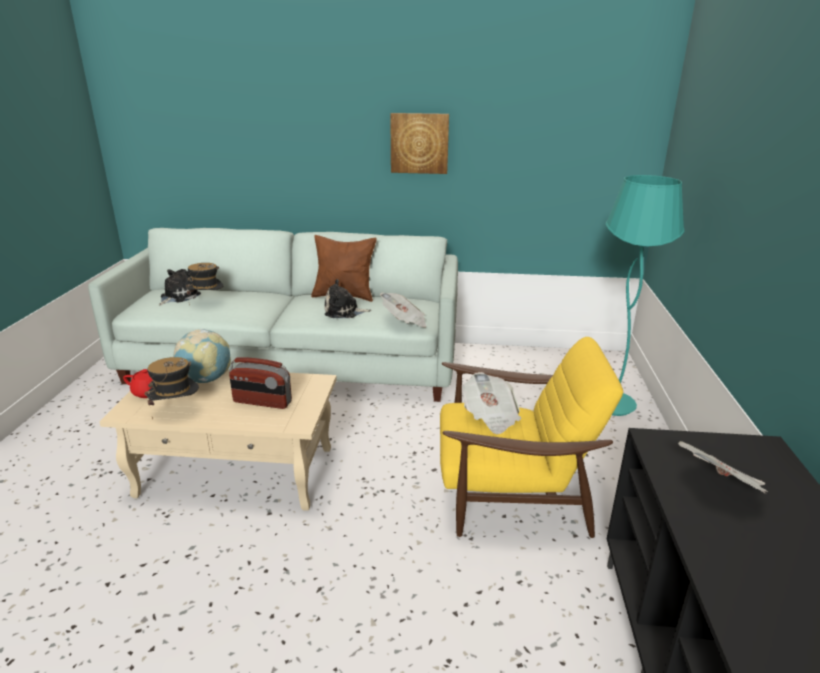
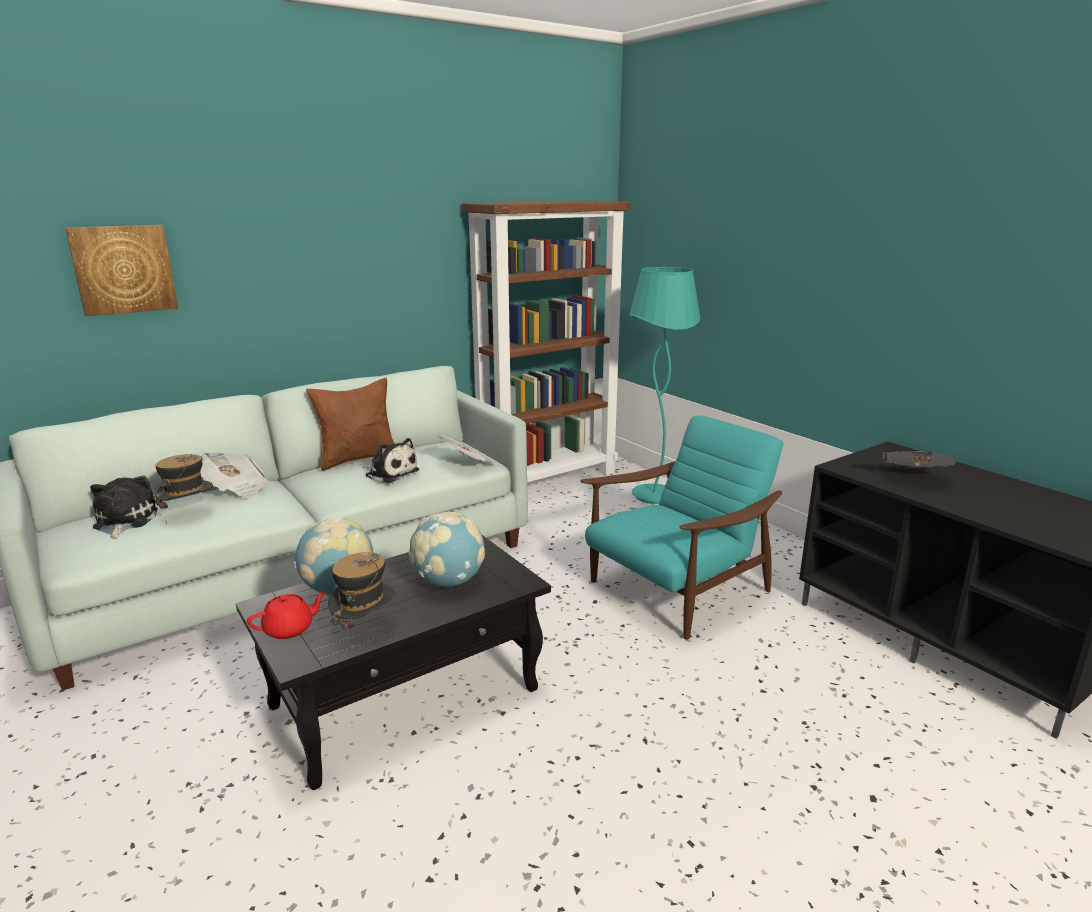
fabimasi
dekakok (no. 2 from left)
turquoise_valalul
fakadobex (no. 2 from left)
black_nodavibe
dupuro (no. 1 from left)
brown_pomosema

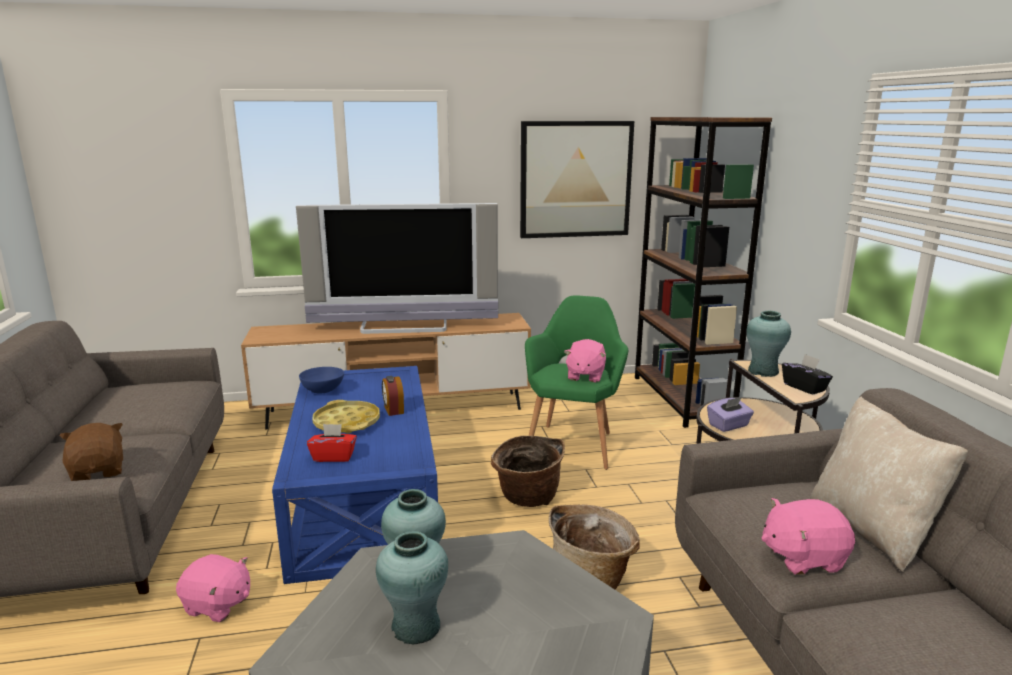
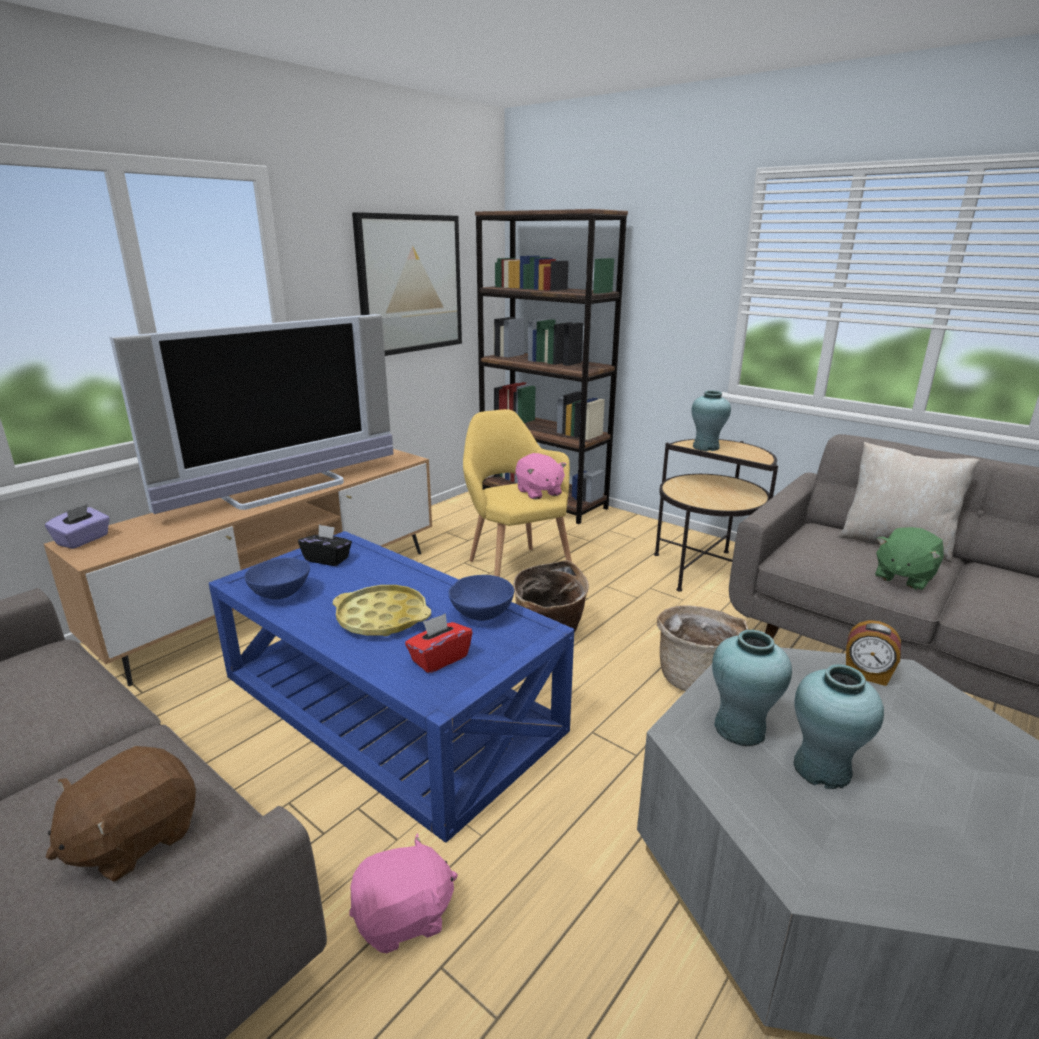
yellow_valalul
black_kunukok
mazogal
purple_kunukok
brown_dekakok
green_dekakok
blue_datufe (no. 2 from left)

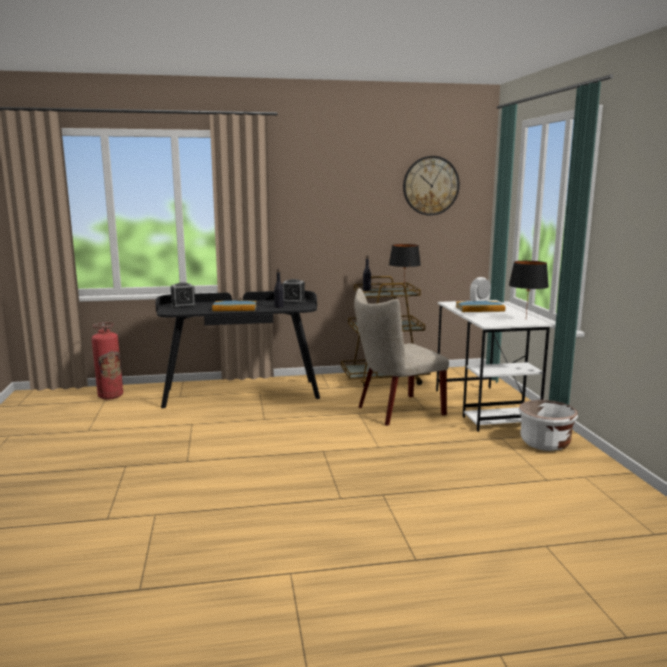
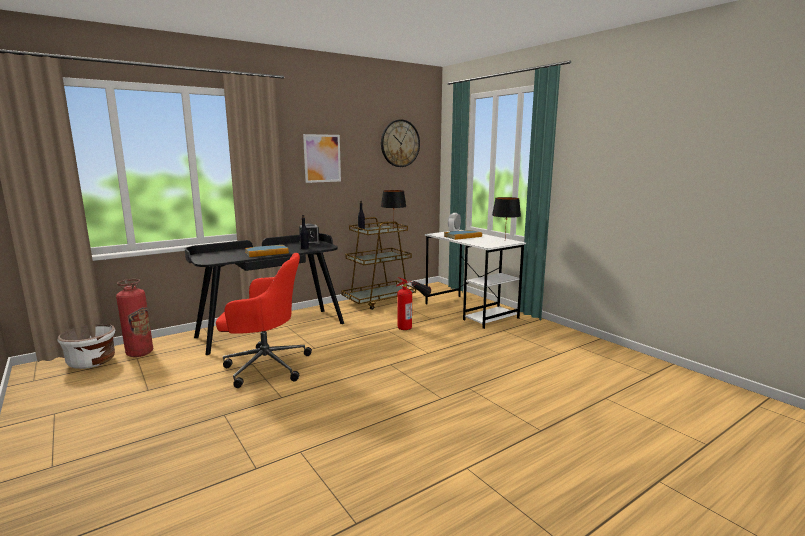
mazogal (no. 1 from left in the first image)
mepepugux (no. 2 from left)
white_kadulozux
fabimasi
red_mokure

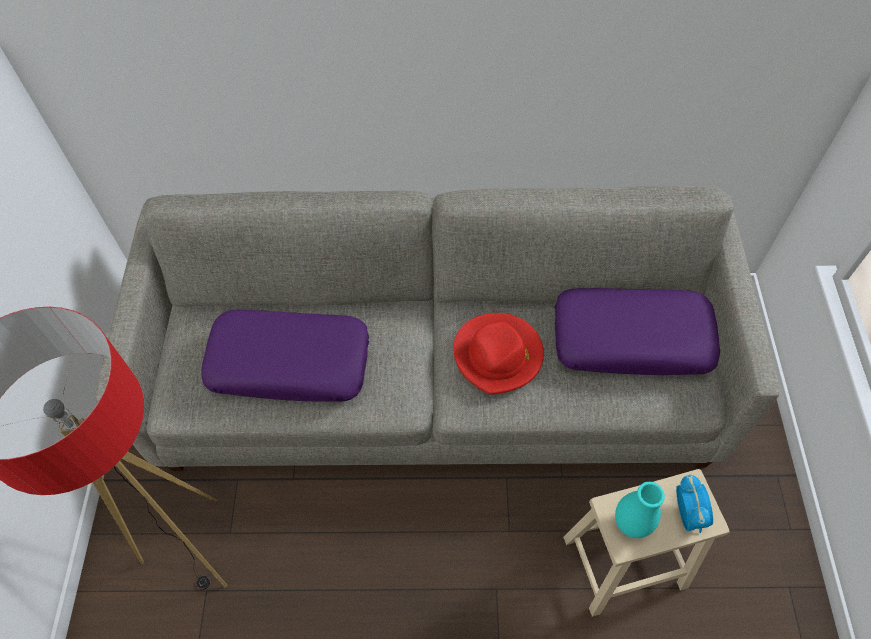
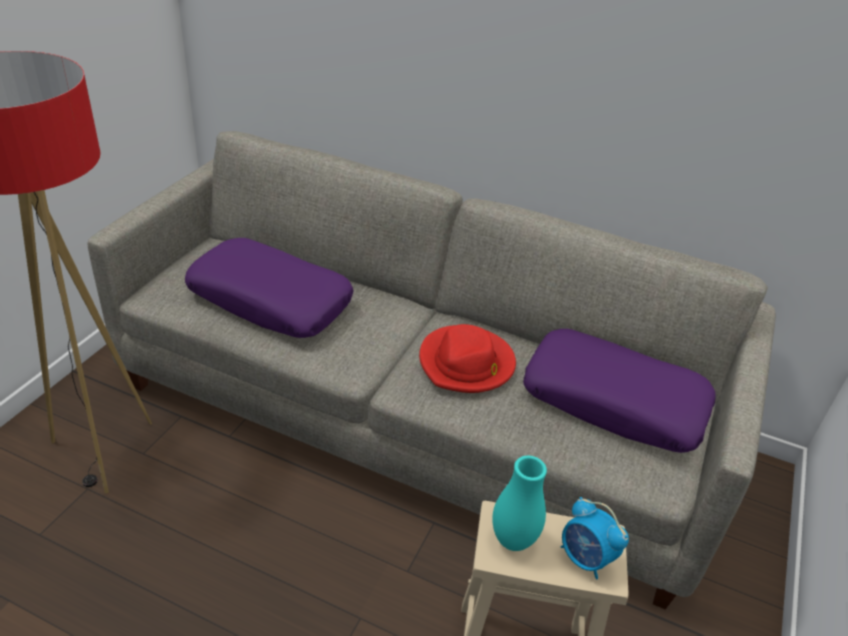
mazogal

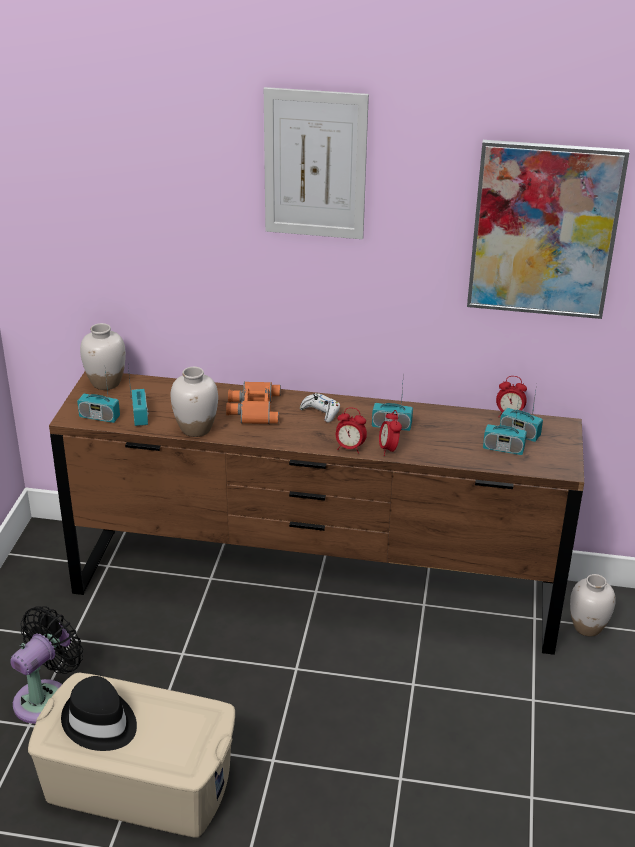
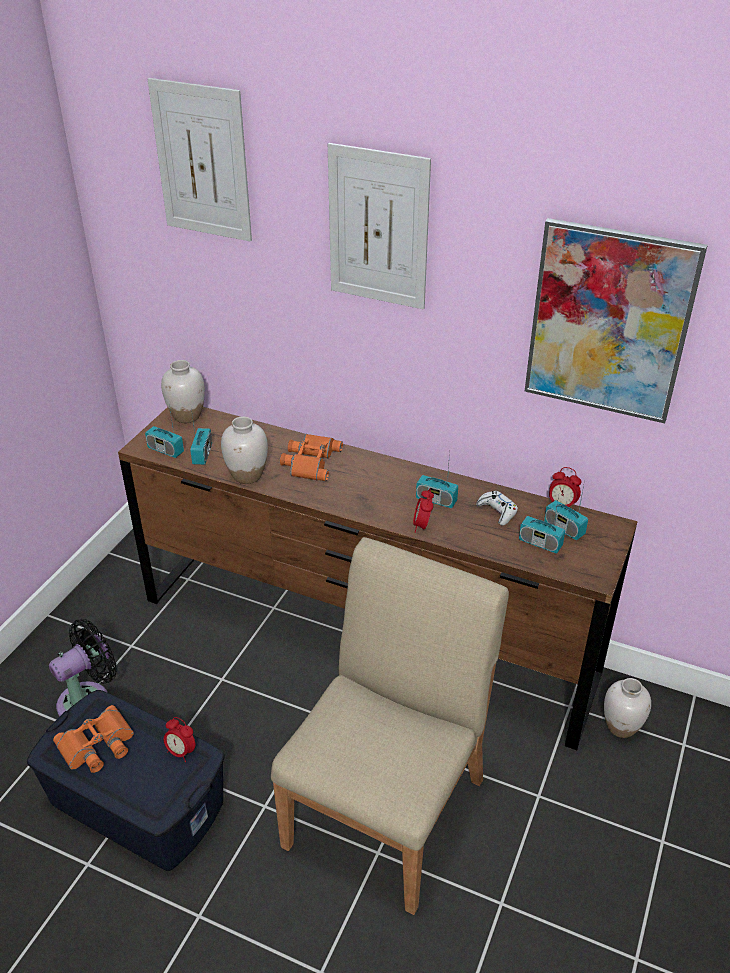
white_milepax
mazogal (no. 1 from left)
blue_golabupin
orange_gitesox (no. 1 from left)
fabimasi (no. 1 from left)
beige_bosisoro

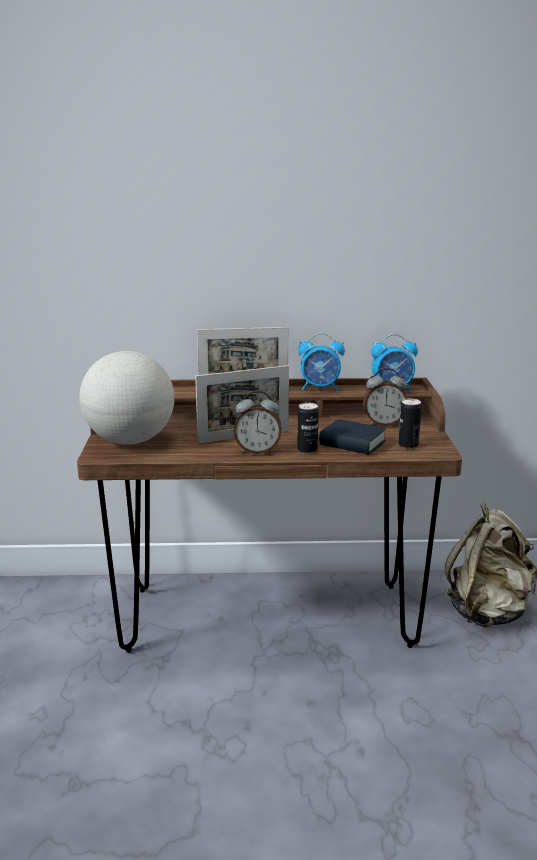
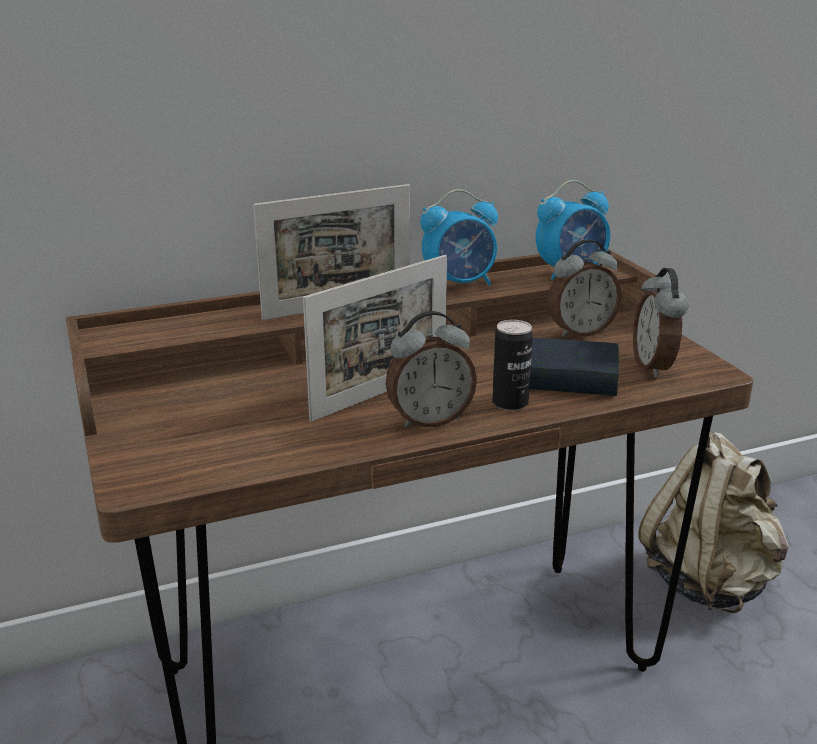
fakadobex
mazogal (no. 5 from left)

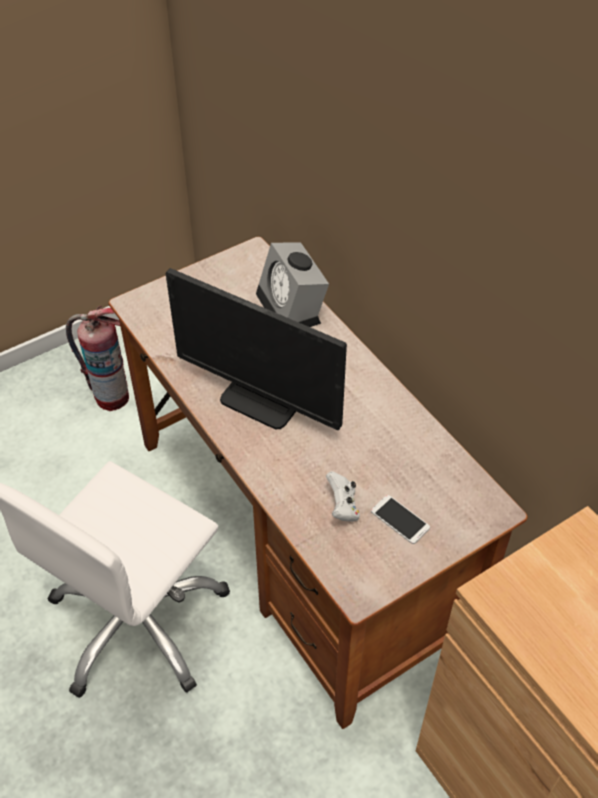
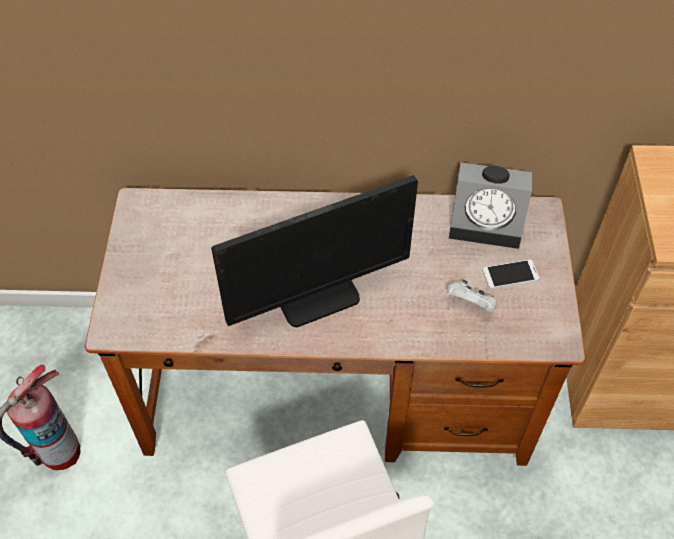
mazogal

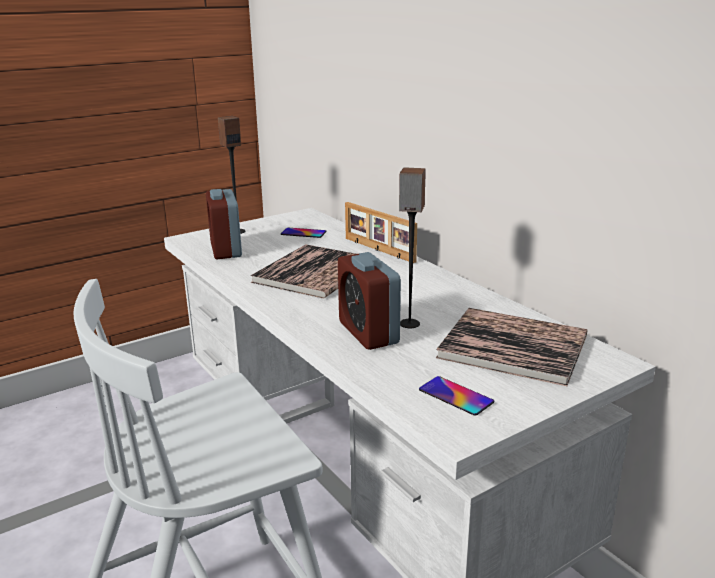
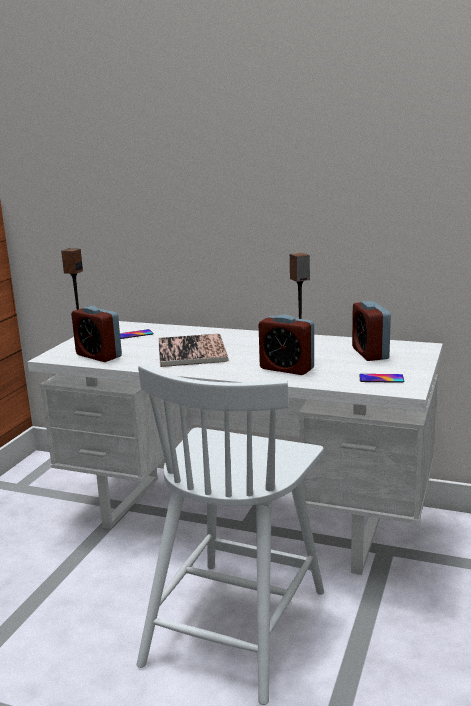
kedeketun
mazogal (no. 3 from left)

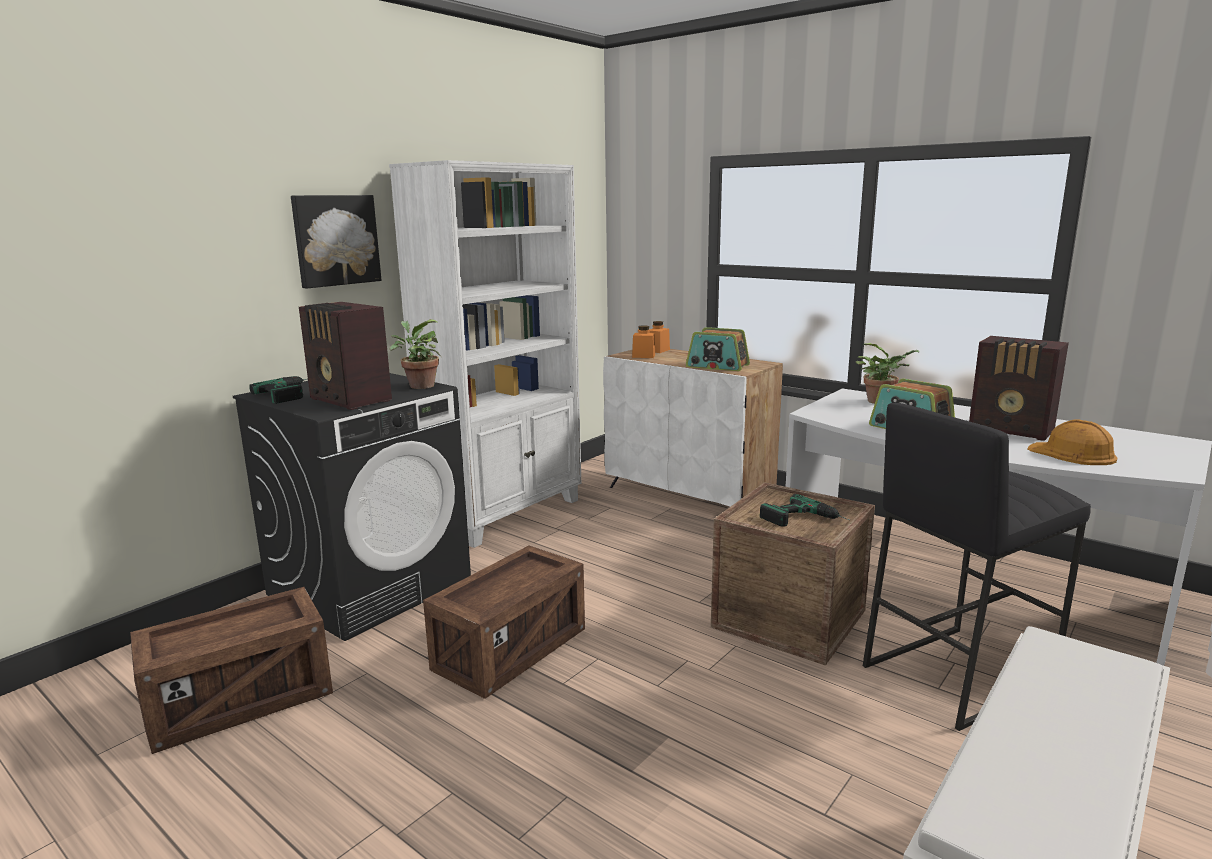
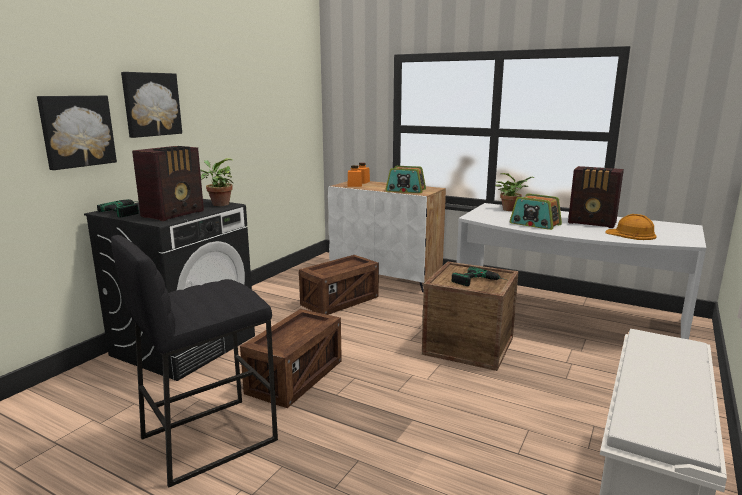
white_pomosema
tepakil (no. 1 from left)
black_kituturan
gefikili (no. 2 from left)
fabimasi (no. 1 from left)

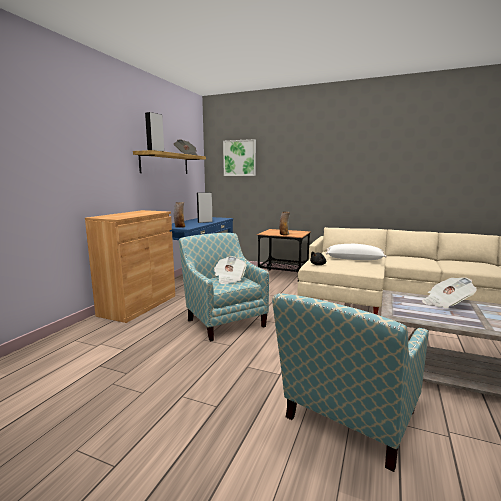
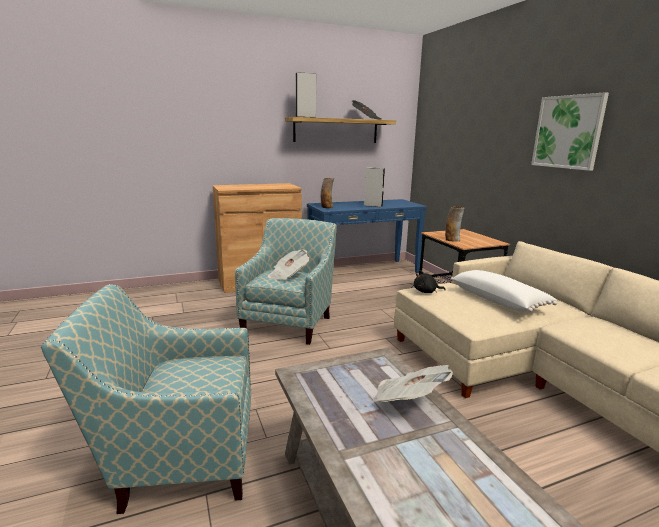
fabimasi

